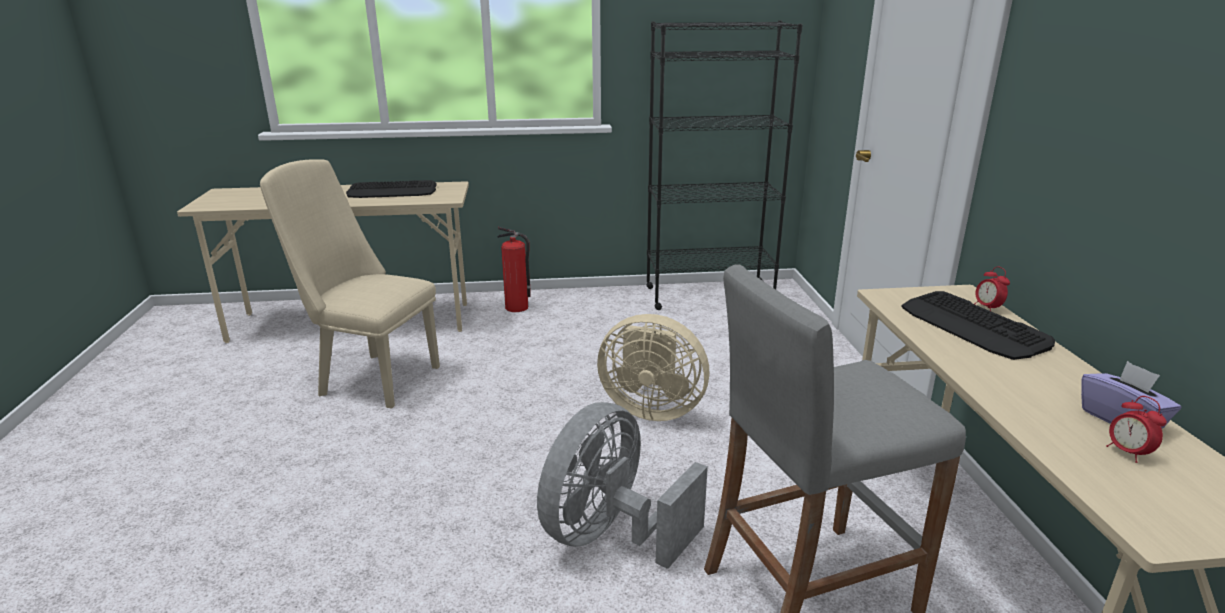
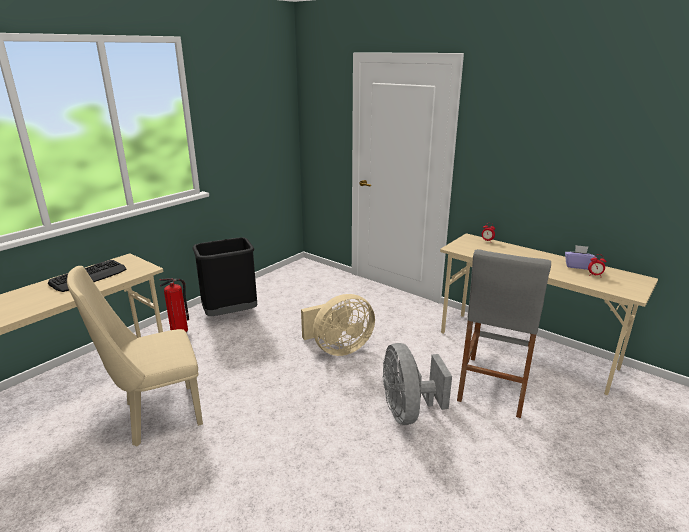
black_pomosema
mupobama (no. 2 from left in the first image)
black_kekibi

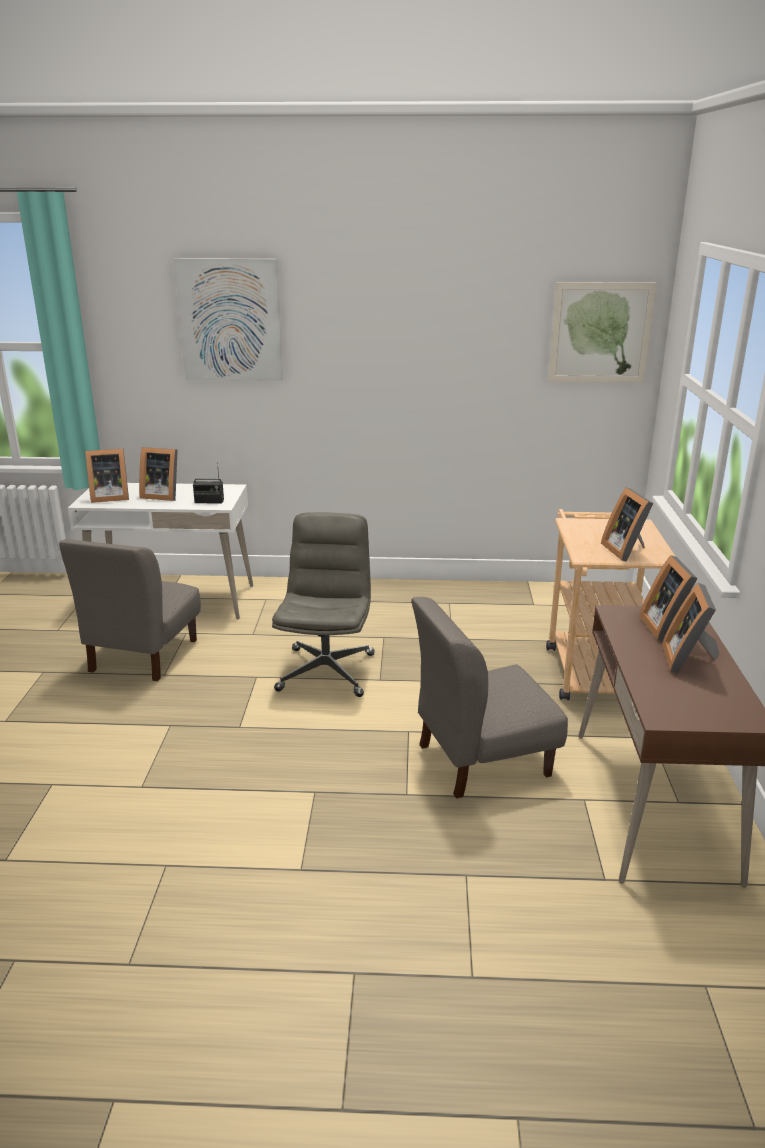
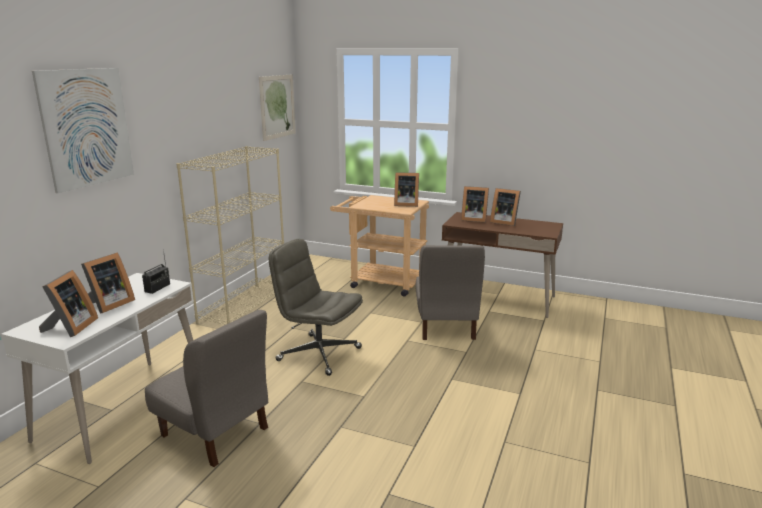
beige_pomosema

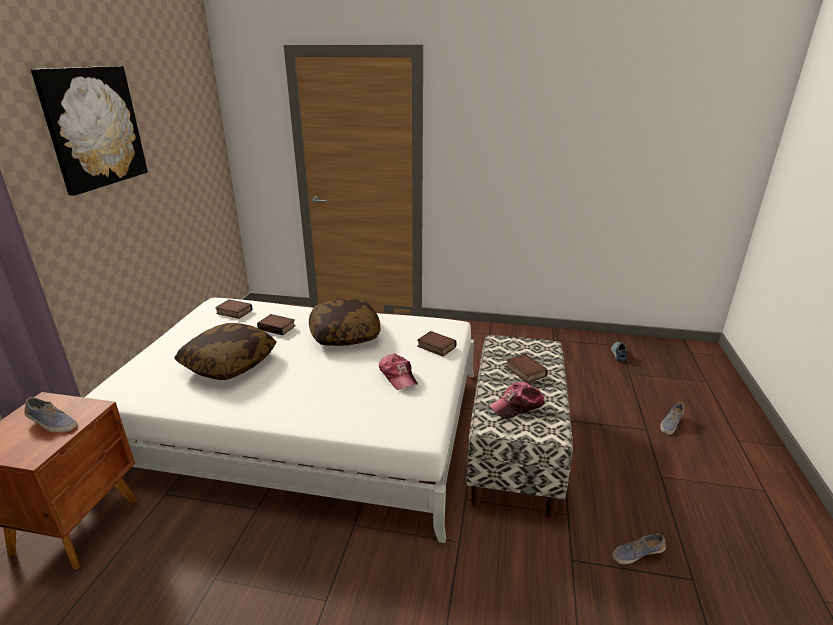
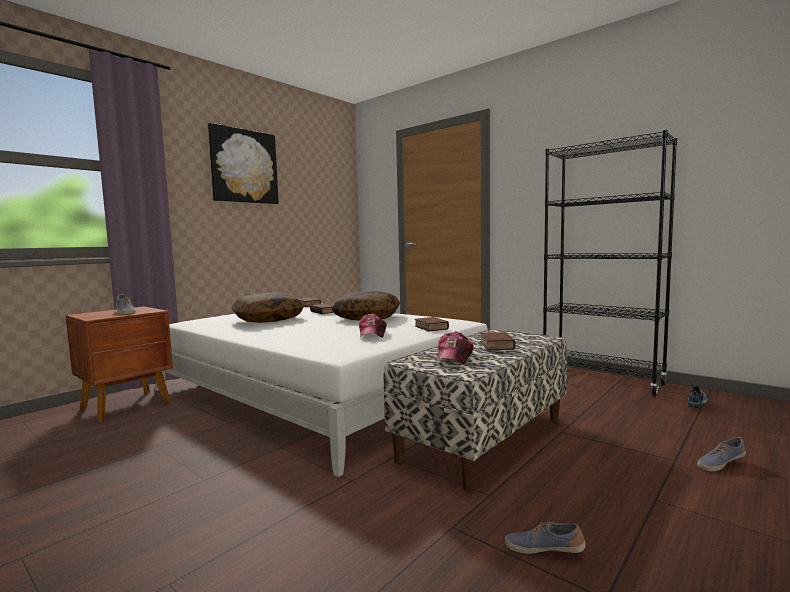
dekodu (no. 2 from left)
black_pomosema

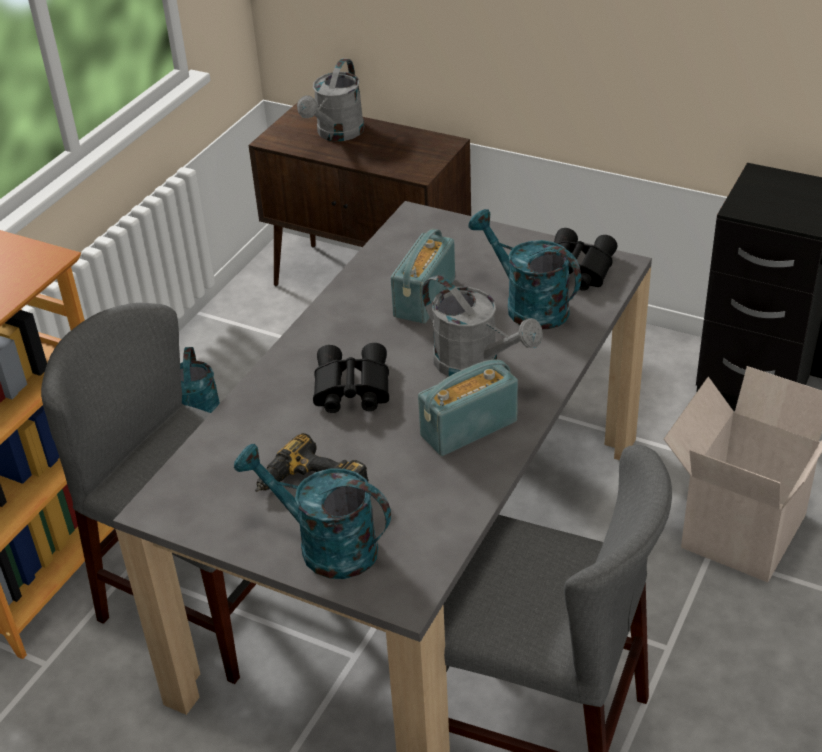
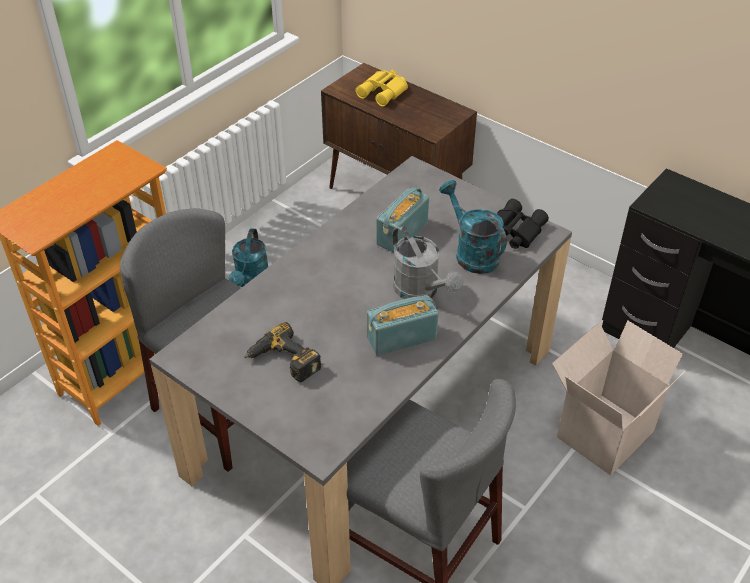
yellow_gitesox
black_gitesox (no. 1 from left in the first image)
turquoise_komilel (no. 2 from left in the first image)

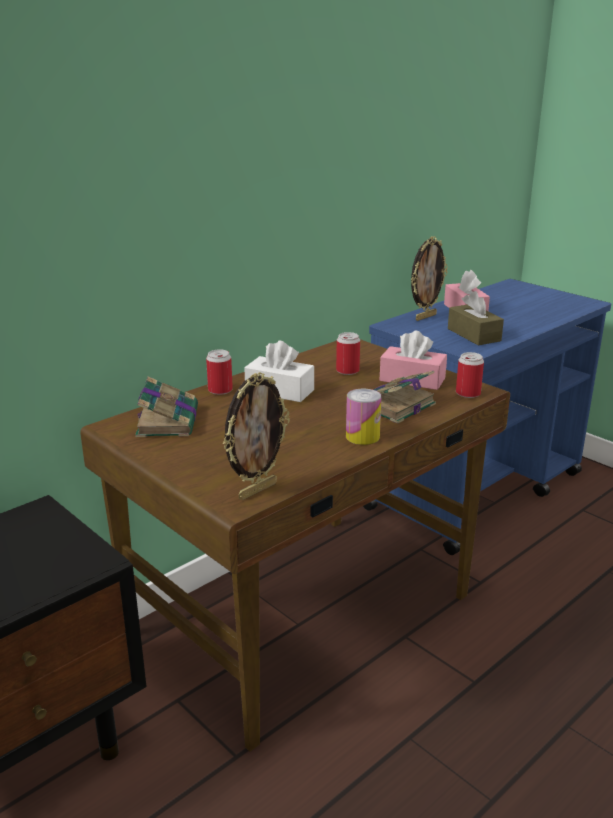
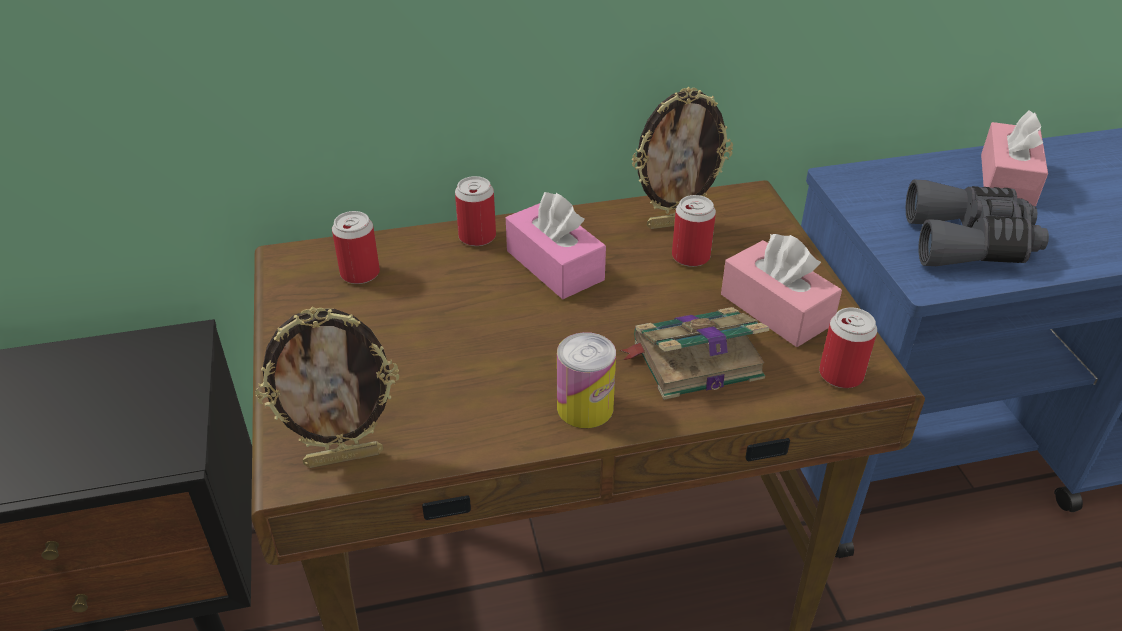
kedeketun (no. 2 from left)
grey_gitesox
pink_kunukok (no. 1 from left)
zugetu (no. 1 from left)

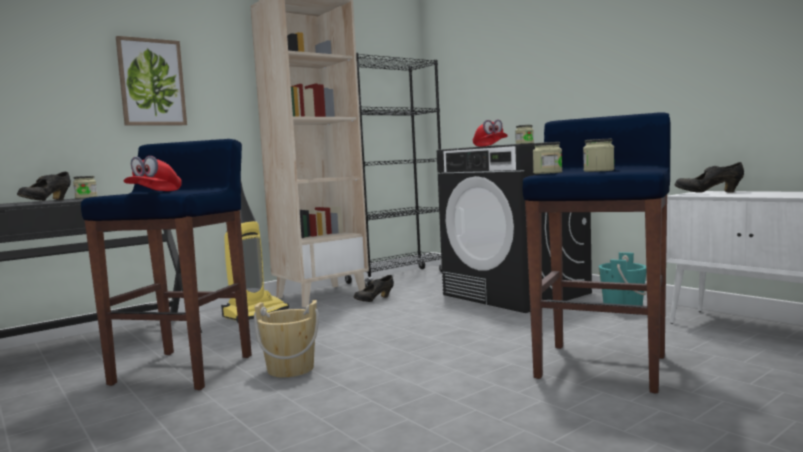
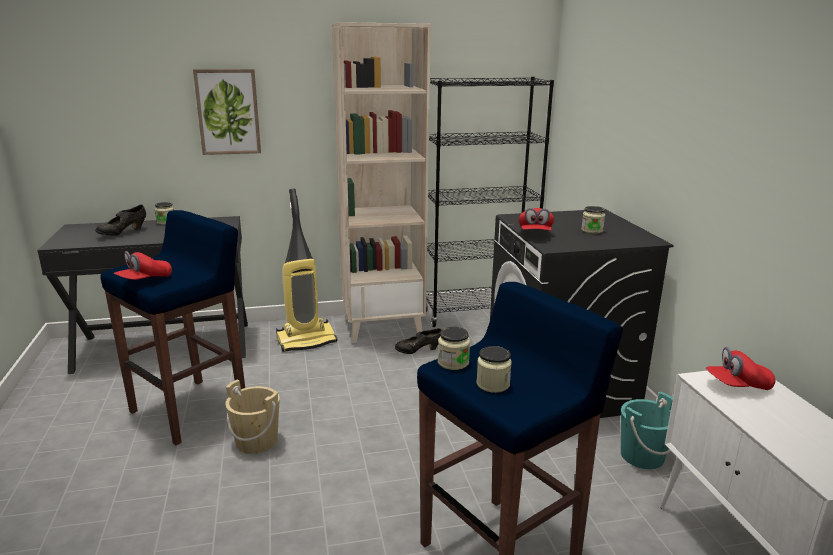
red_dekodu (no. 3 from left)

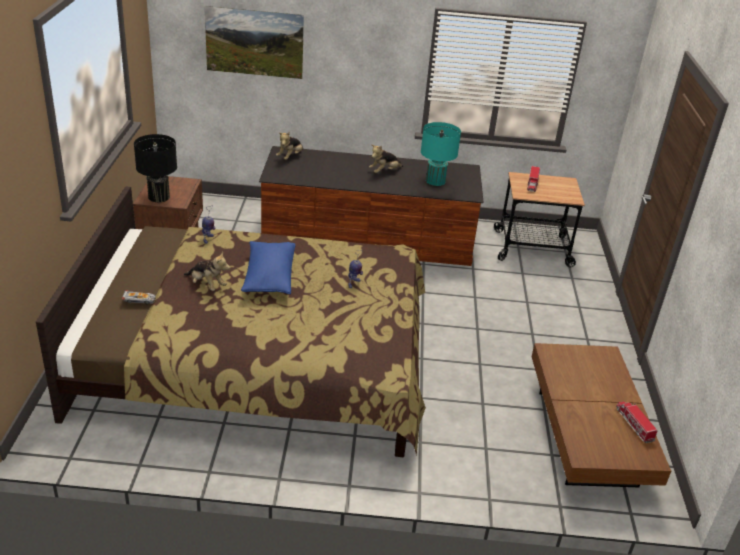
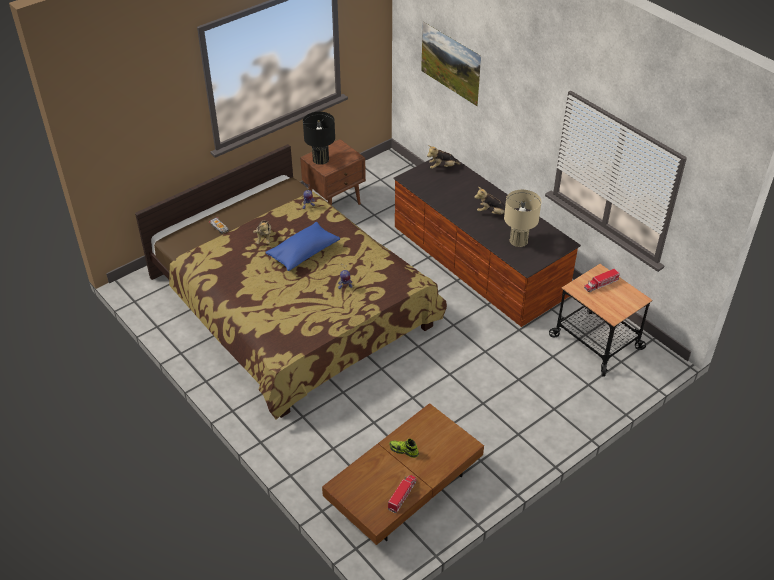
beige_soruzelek
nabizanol

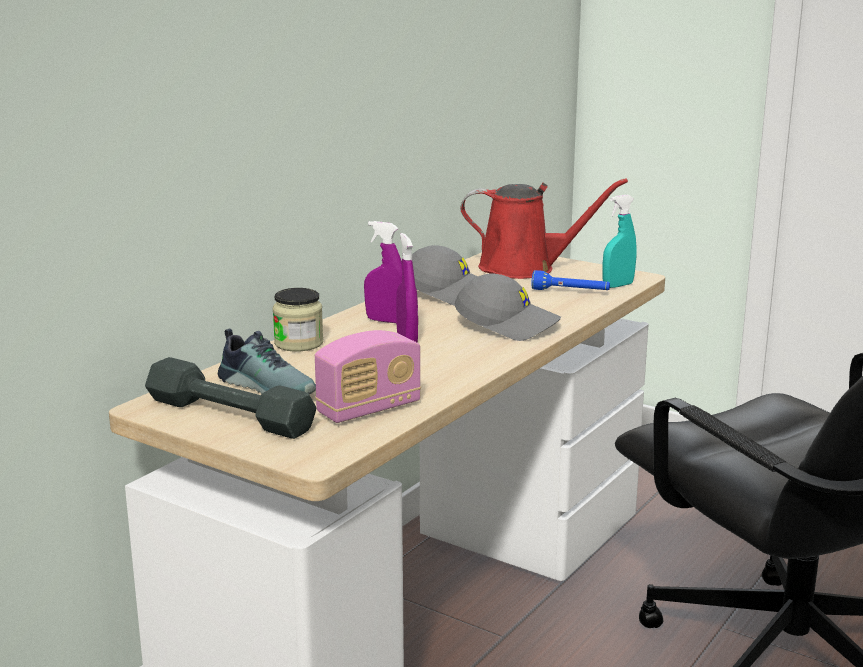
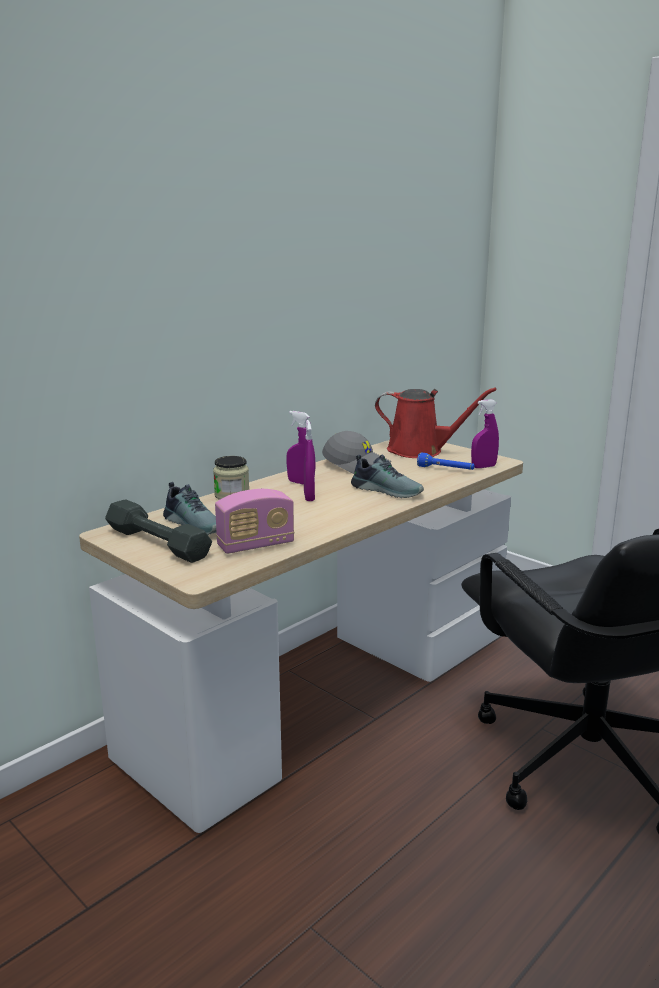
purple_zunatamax (no. 3 from left)
nabizanol (no. 2 from left)

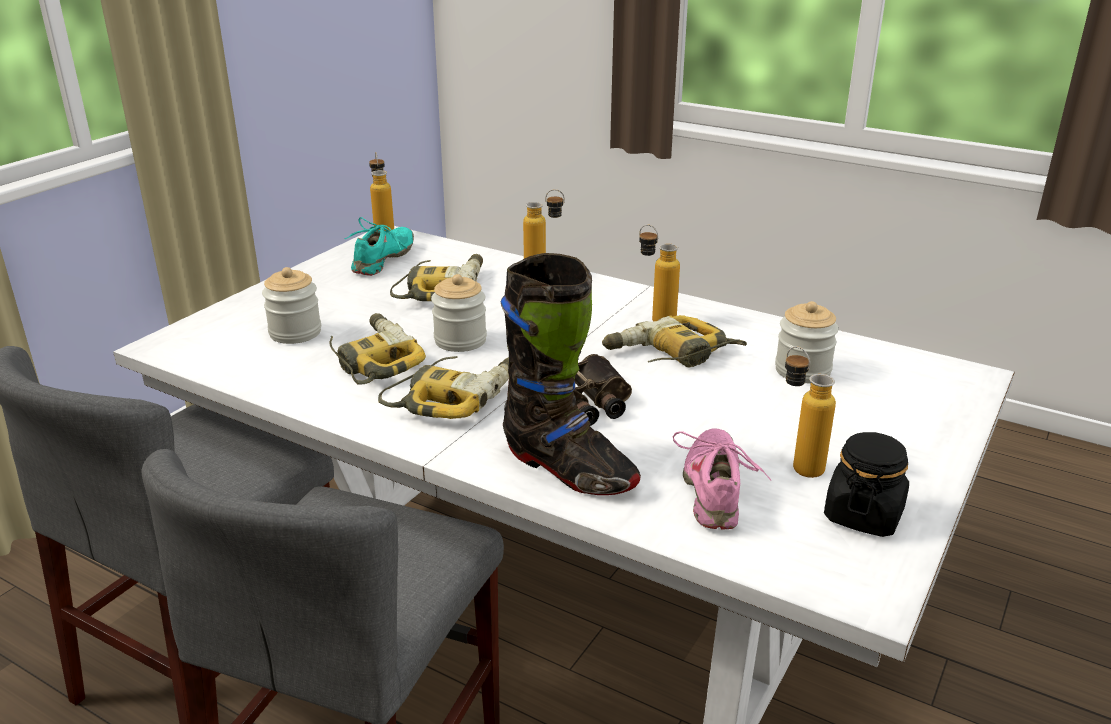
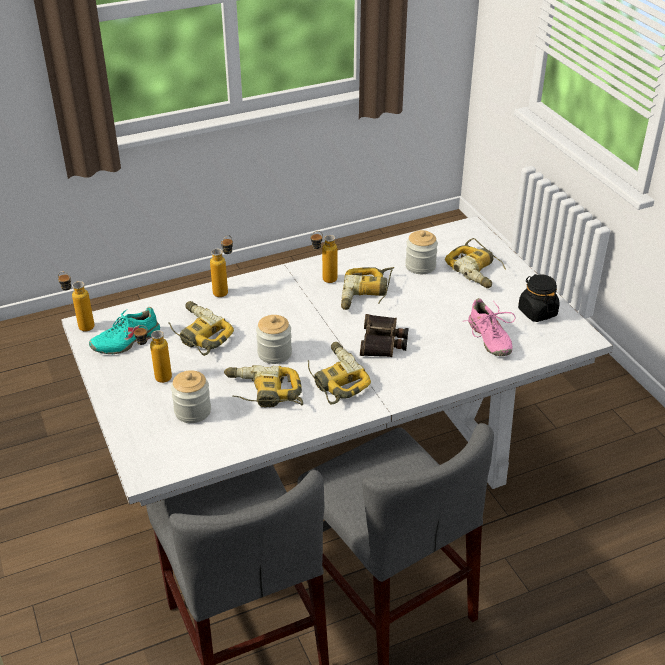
turquoise_nabizanol
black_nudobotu
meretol (no. 2 from left)
pink_nabizanol
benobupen (no. 5 from left)

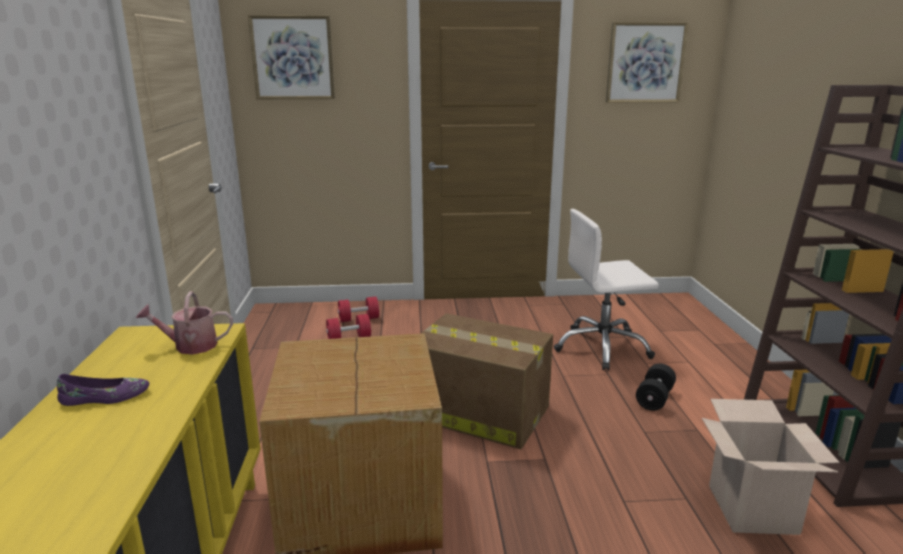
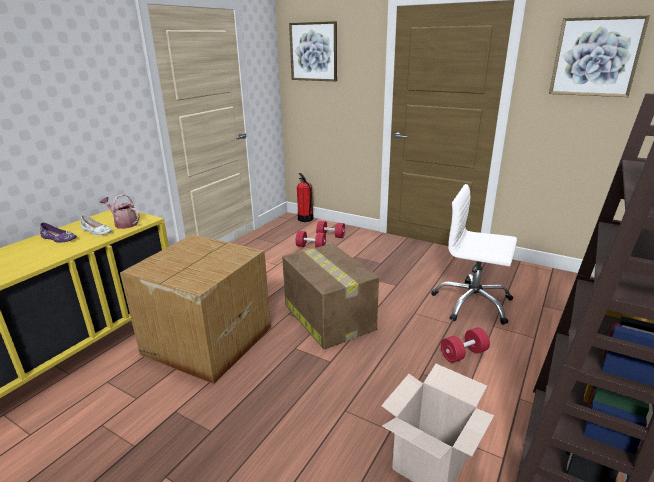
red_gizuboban (no. 3 from left)
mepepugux
white_nabizanol

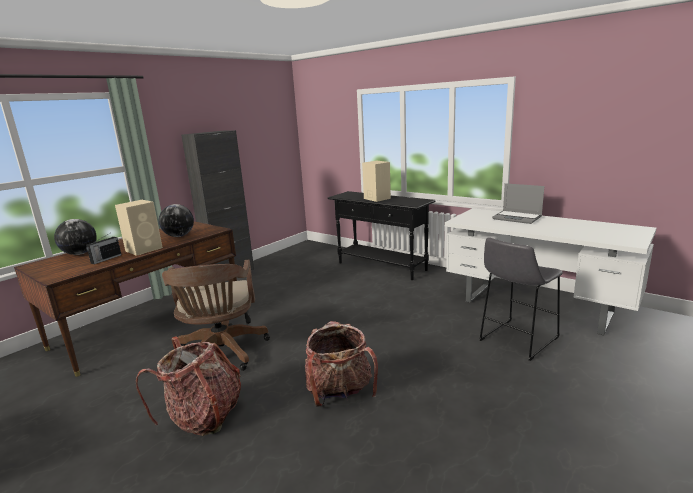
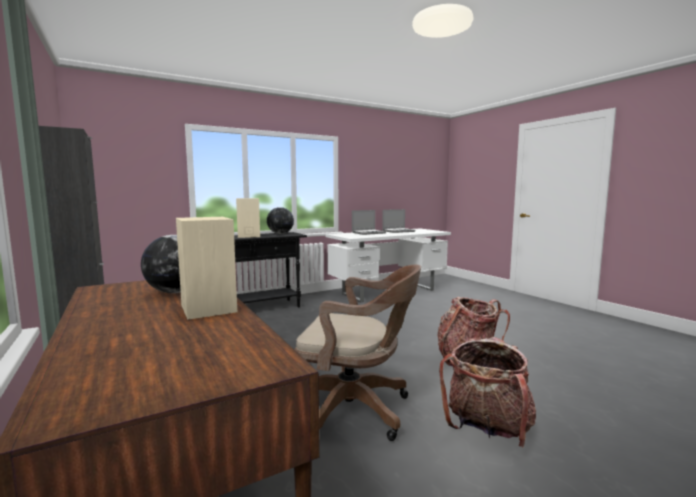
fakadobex (no. 2 from left)
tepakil
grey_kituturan
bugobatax (no. 2 from left)

